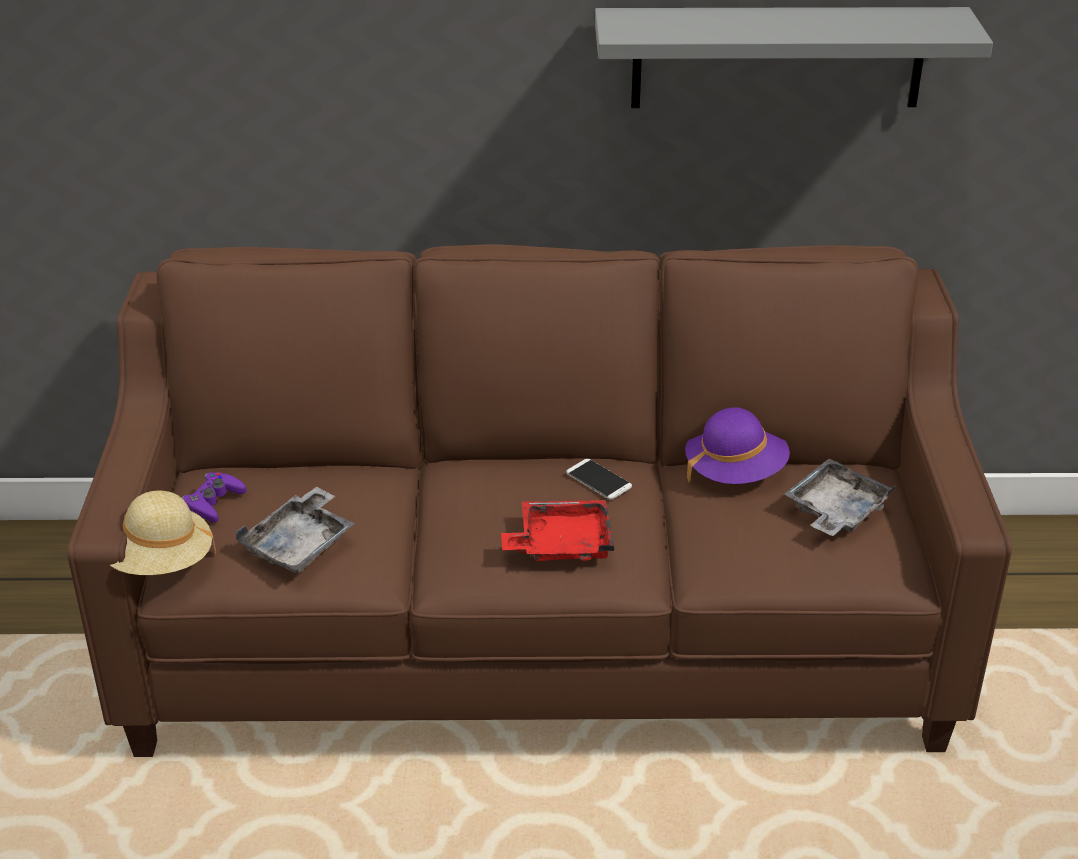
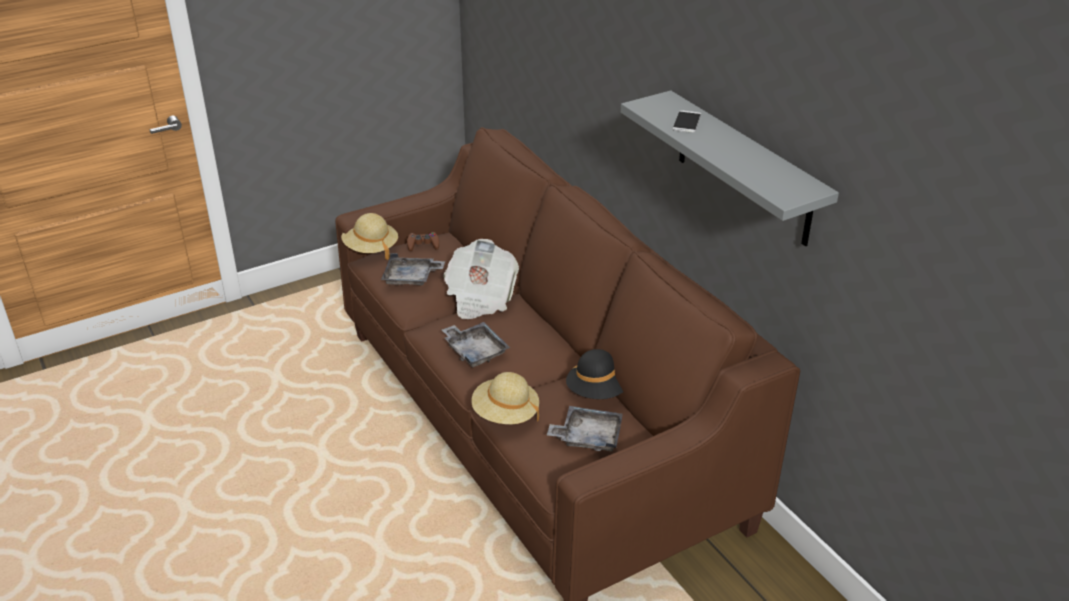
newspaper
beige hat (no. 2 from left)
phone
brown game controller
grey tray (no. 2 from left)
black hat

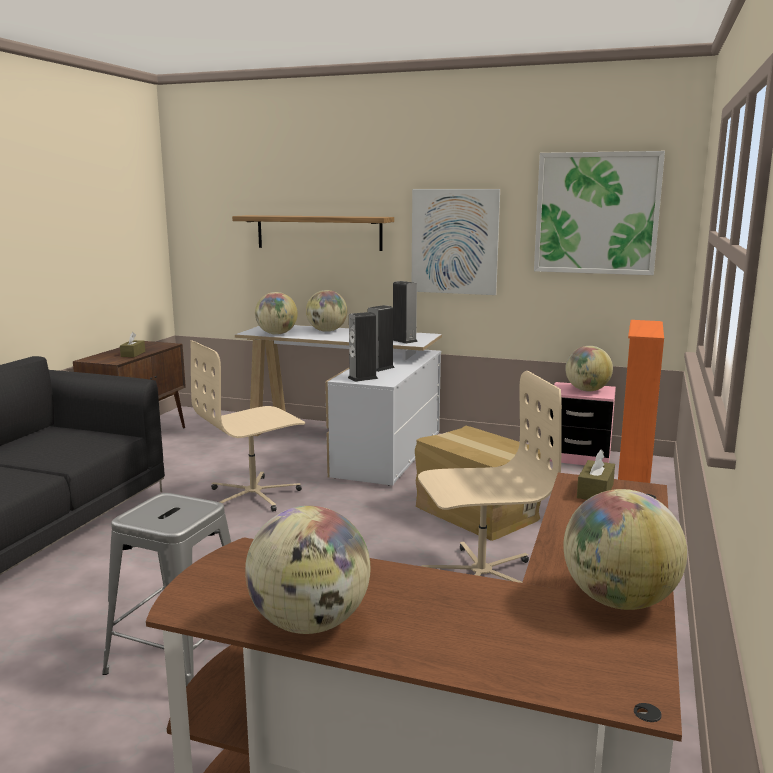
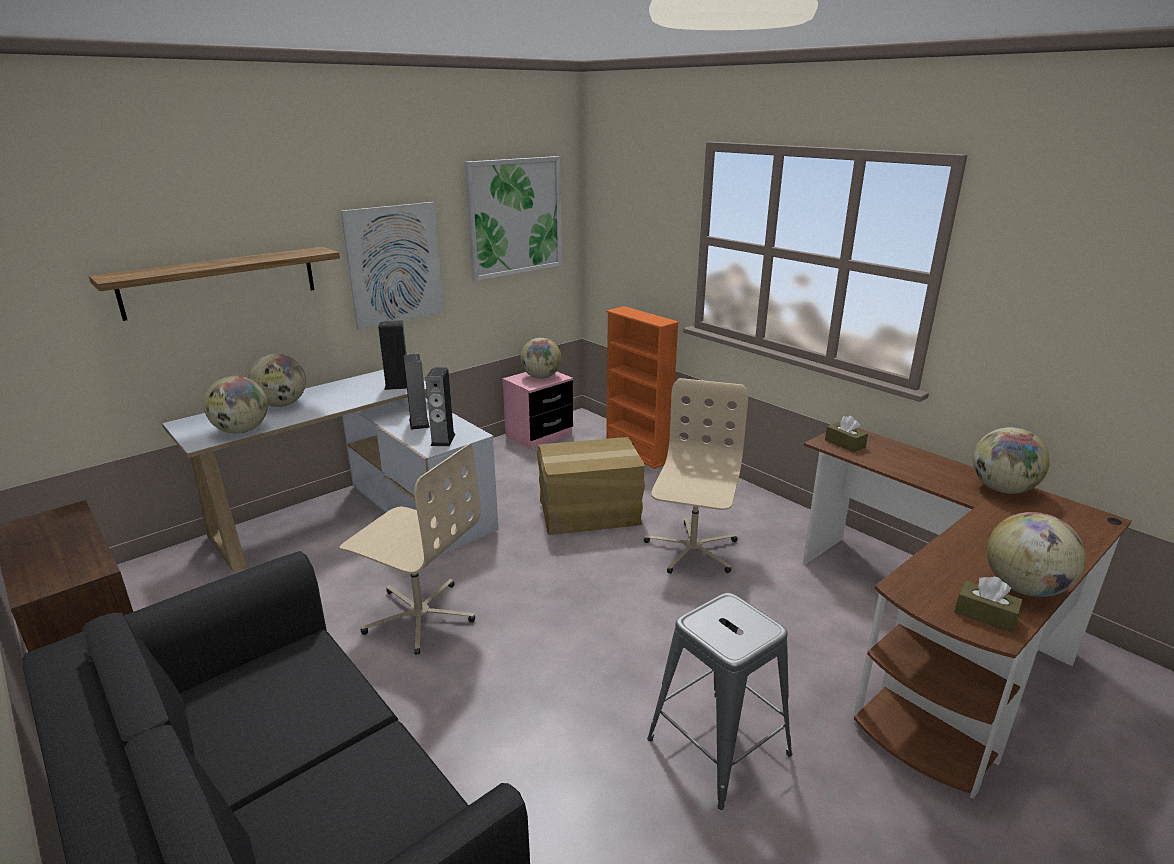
brown tissue box (no. 2 from left)
beige office chair (no. 1 from left)

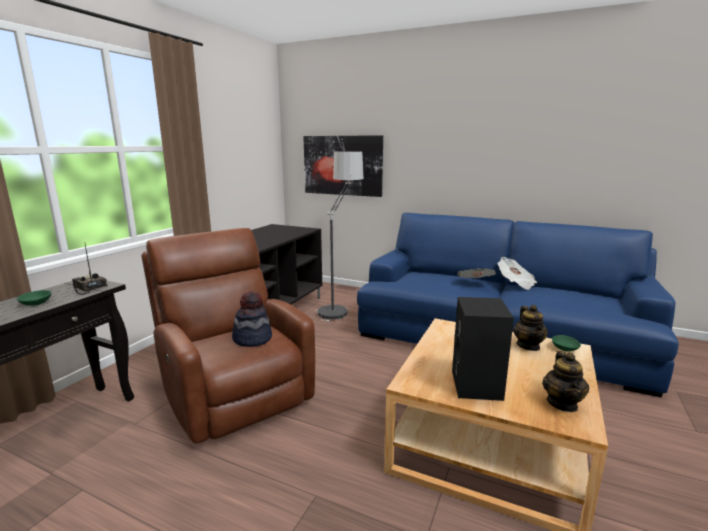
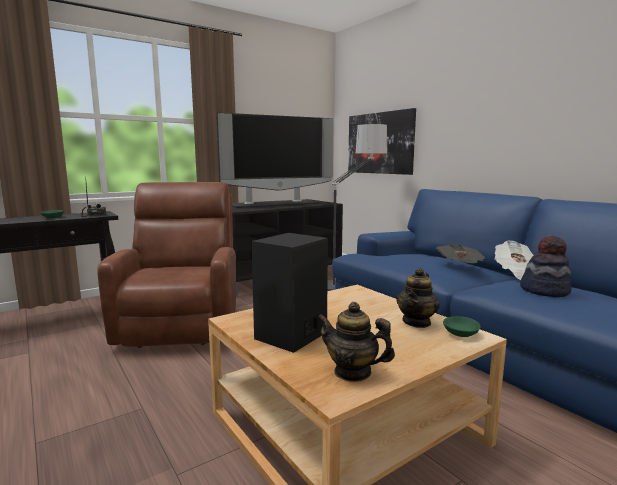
television
hat
teapot (no. 1 from left)

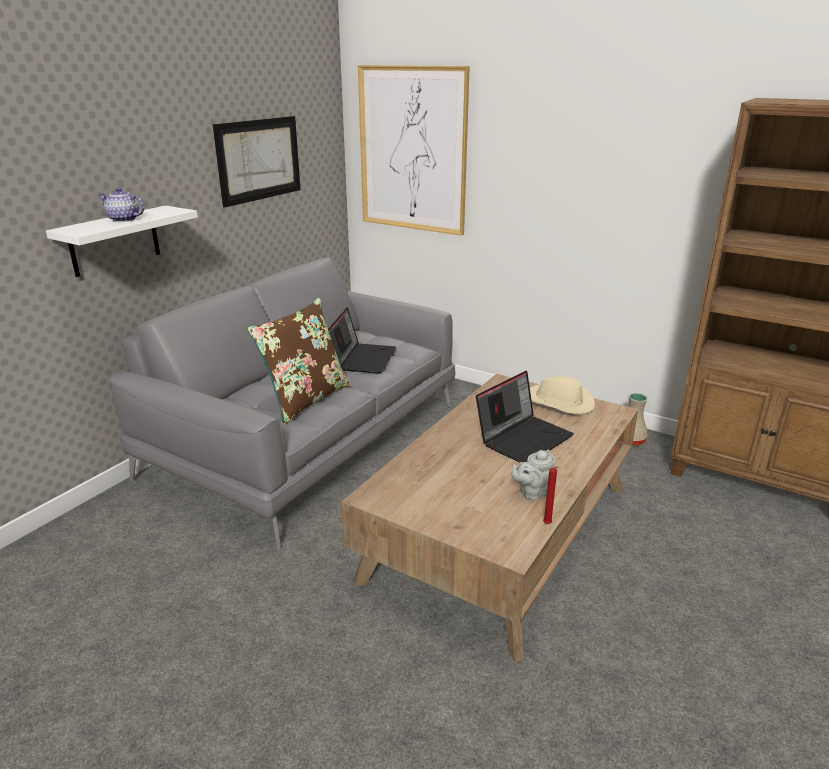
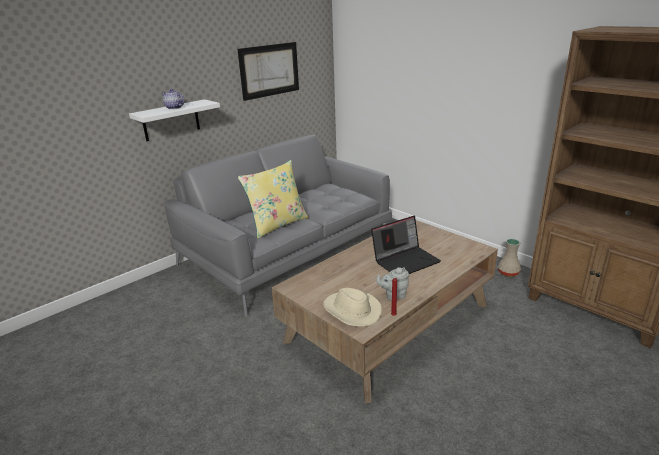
laptop (no. 1 from left in the first image)
picture (no. 2 from left in the first image)
beige hat
yellow pillow

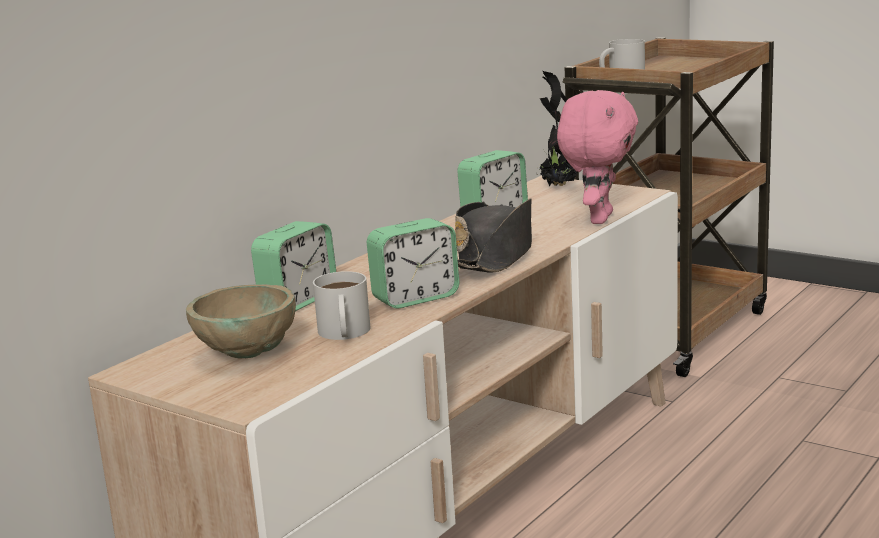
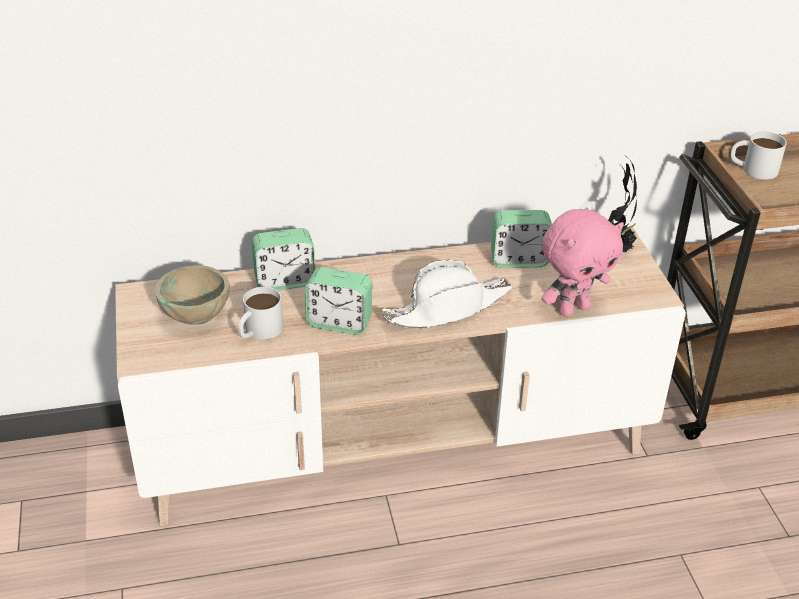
white hat

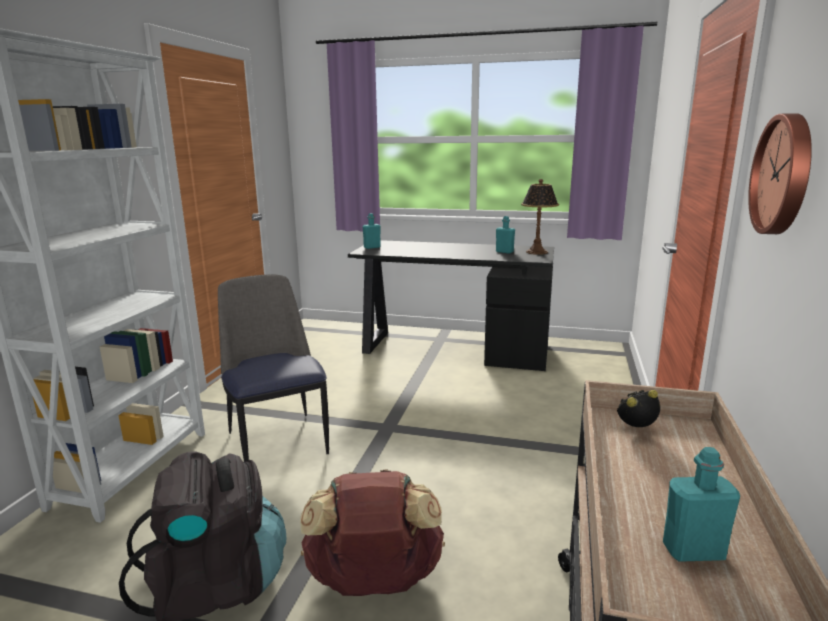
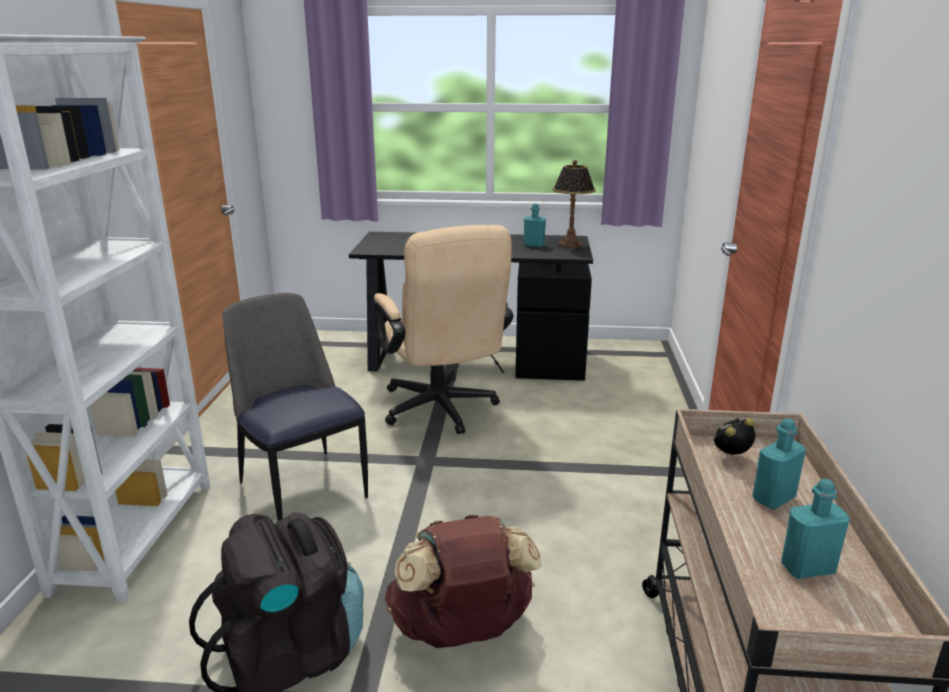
wall clock
beige office chair
turquoise bottle (no. 2 from left)

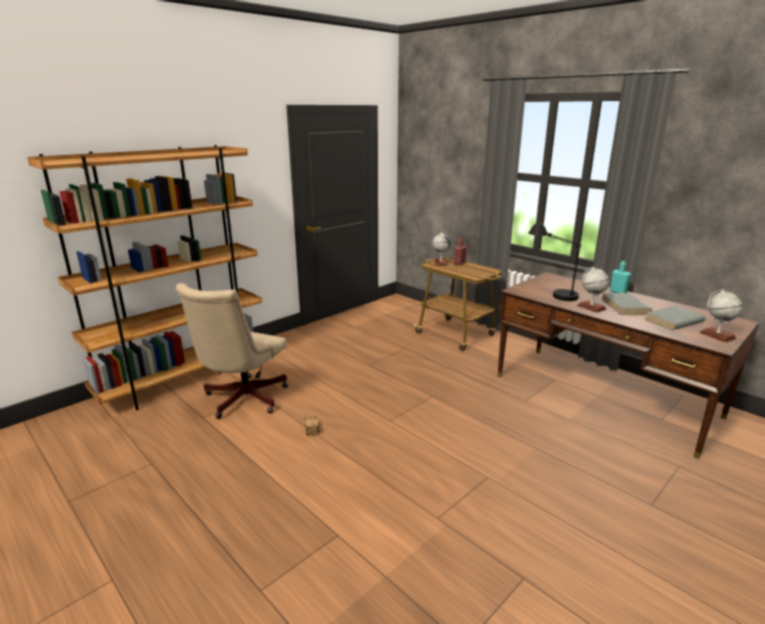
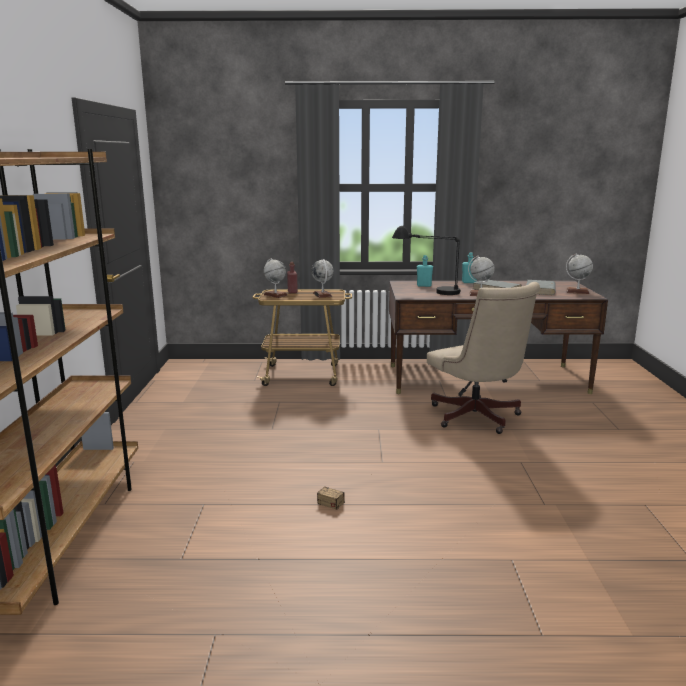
globe (no. 2 from left)
turquoise bottle (no. 1 from left)
beige office chair

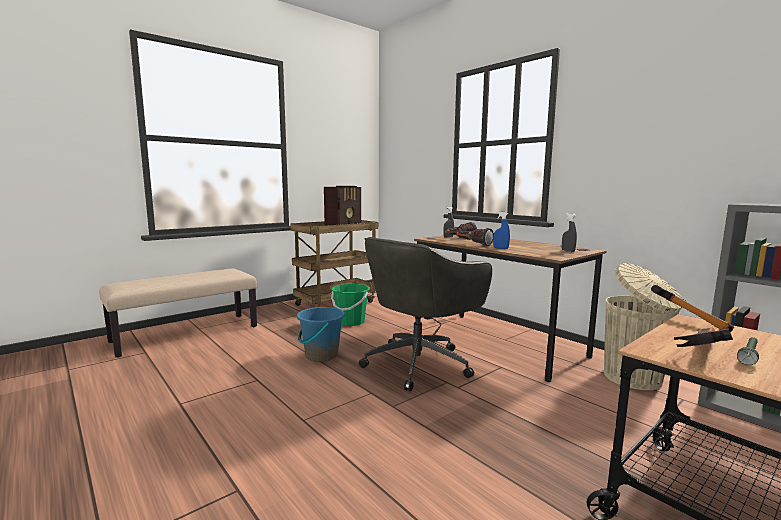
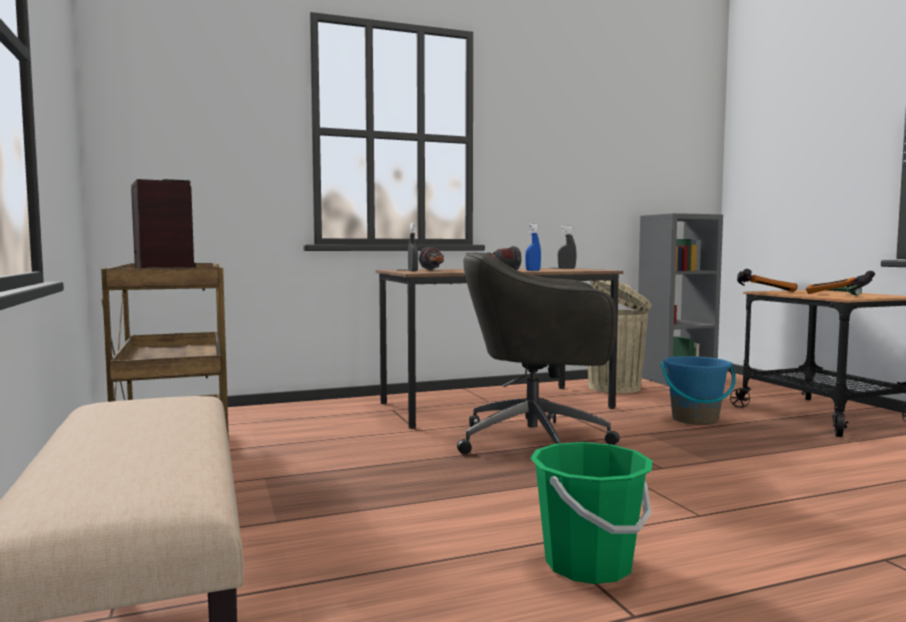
blue bucket
green bucket
grey office chair

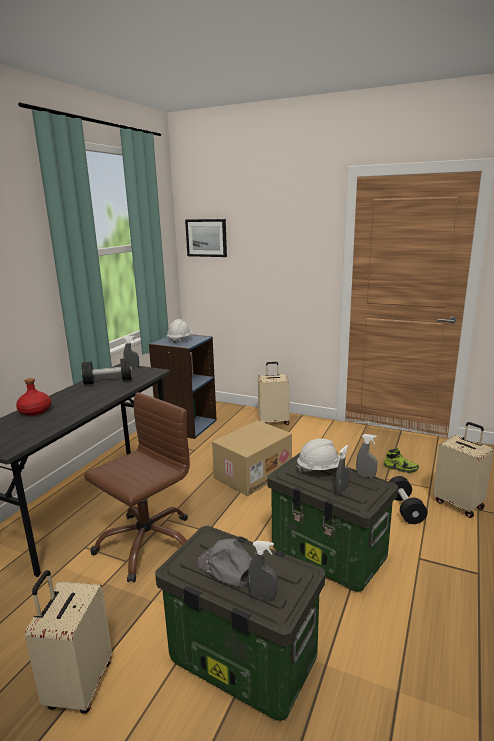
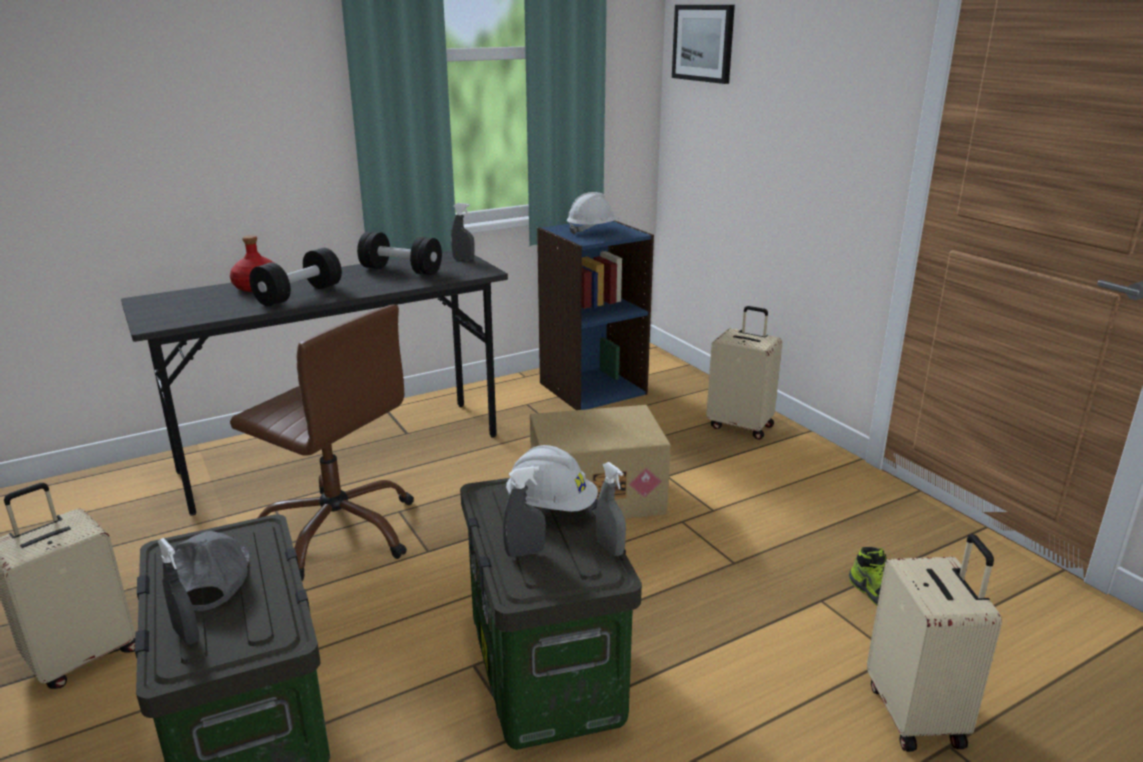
black dumbbell (no. 1 from left)
brown office chair

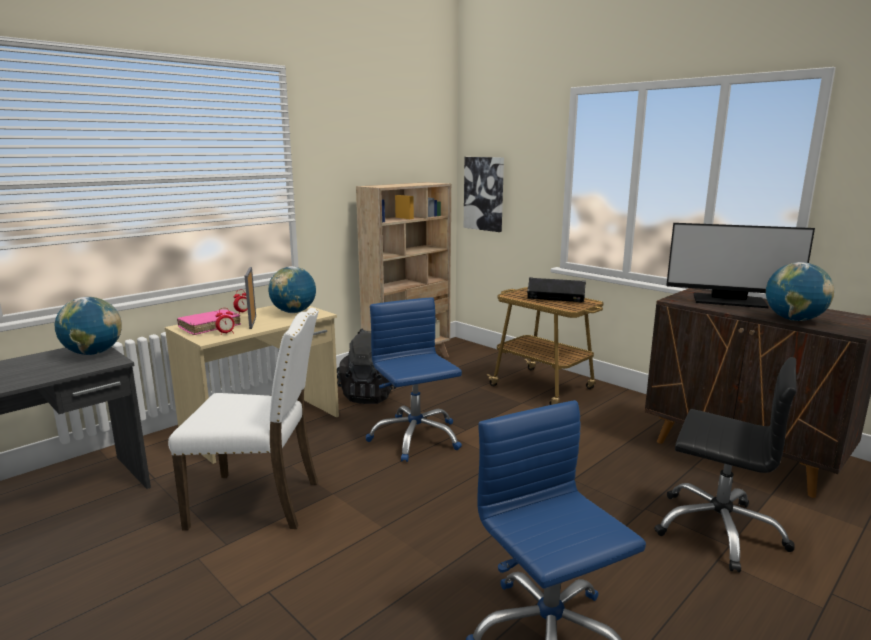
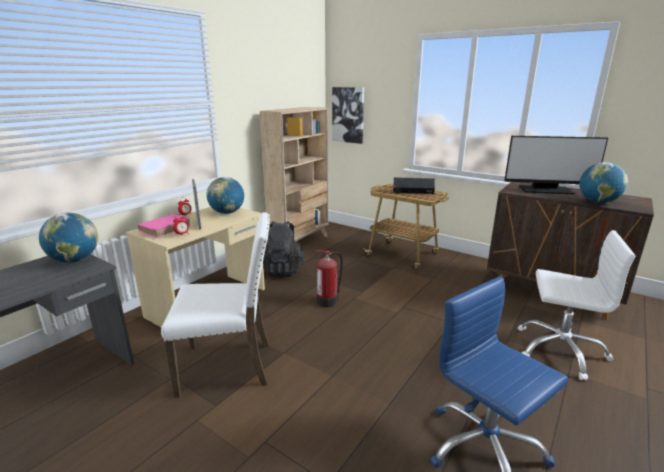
fire extinguisher
white office chair

